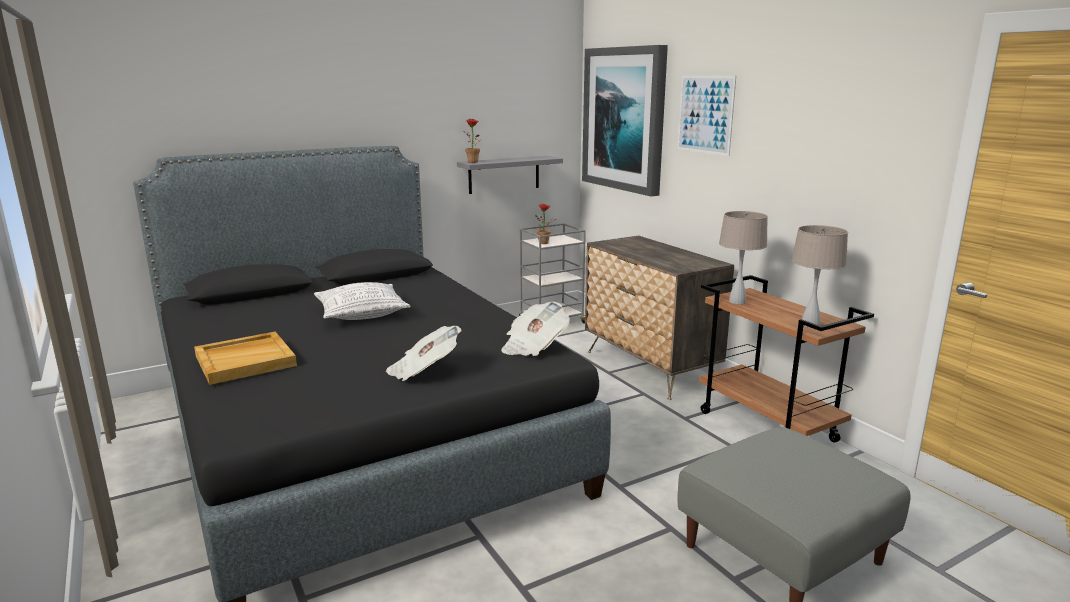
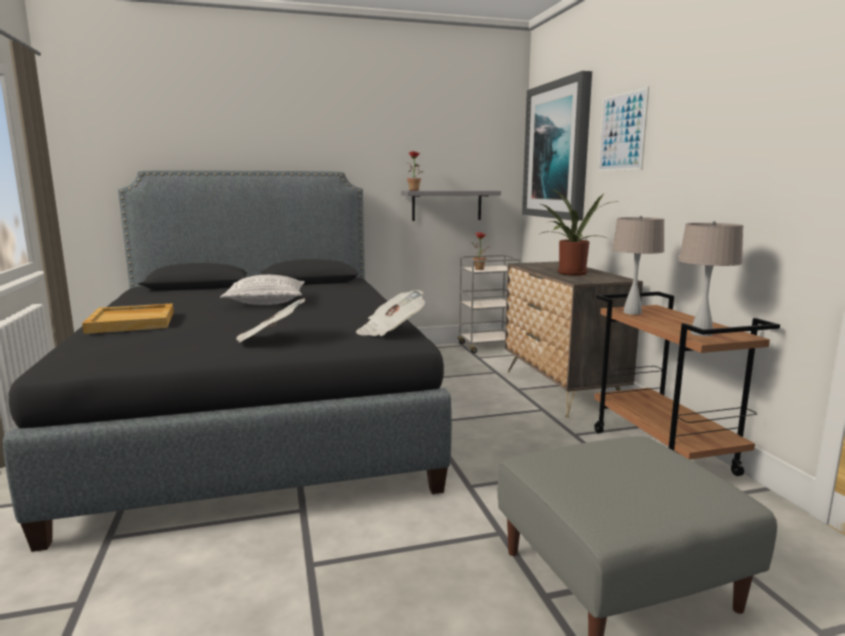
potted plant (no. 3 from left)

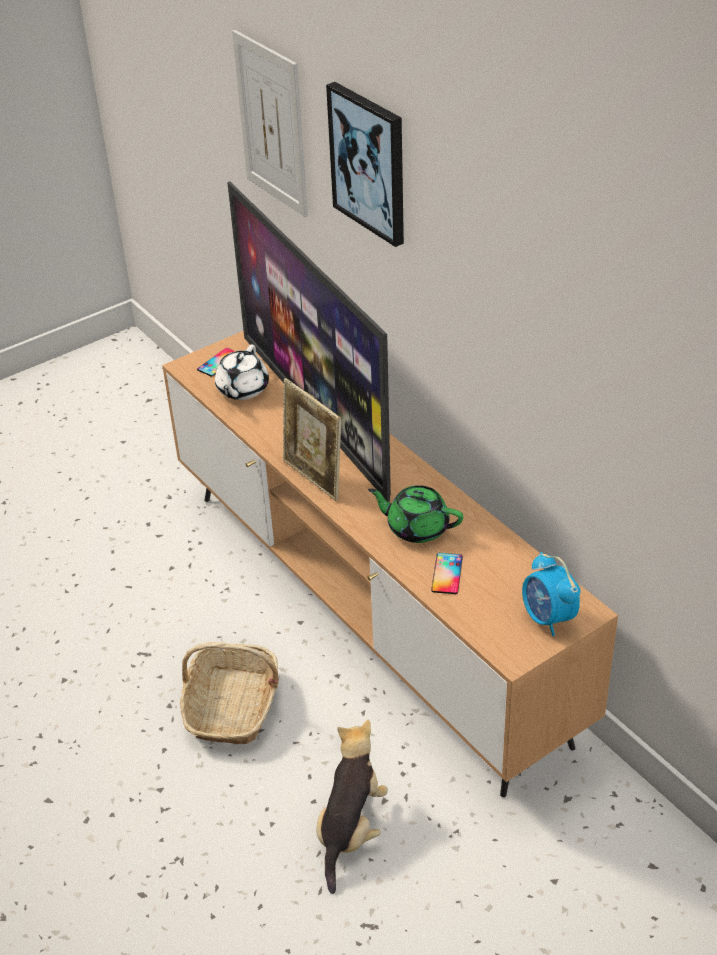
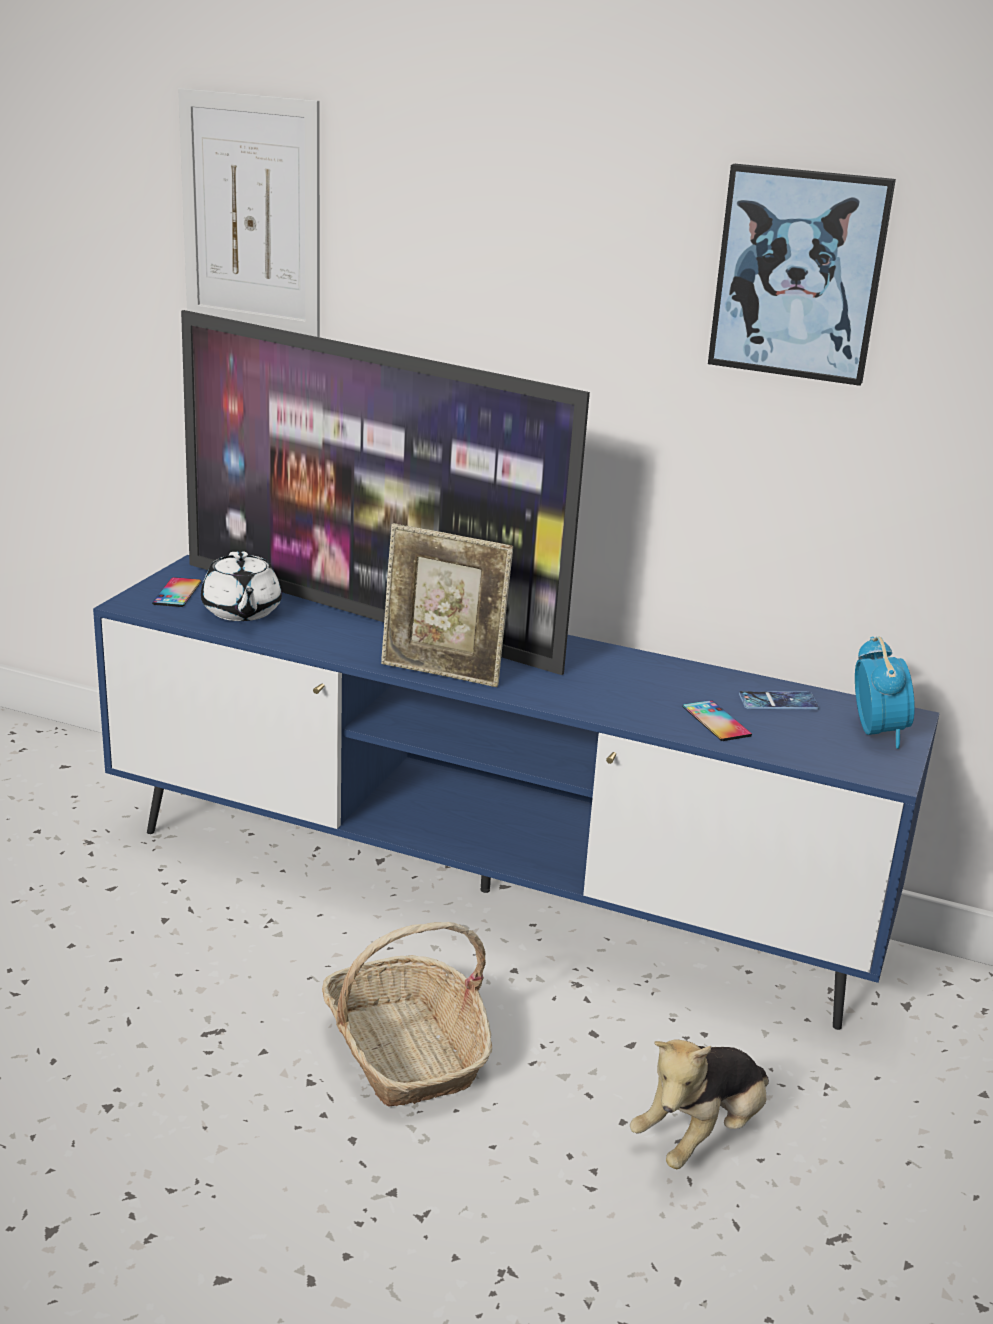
green teapot
phone (no. 3 from left)
picture (no. 2 from left)
blue tv stand
plush toy
alarm clock

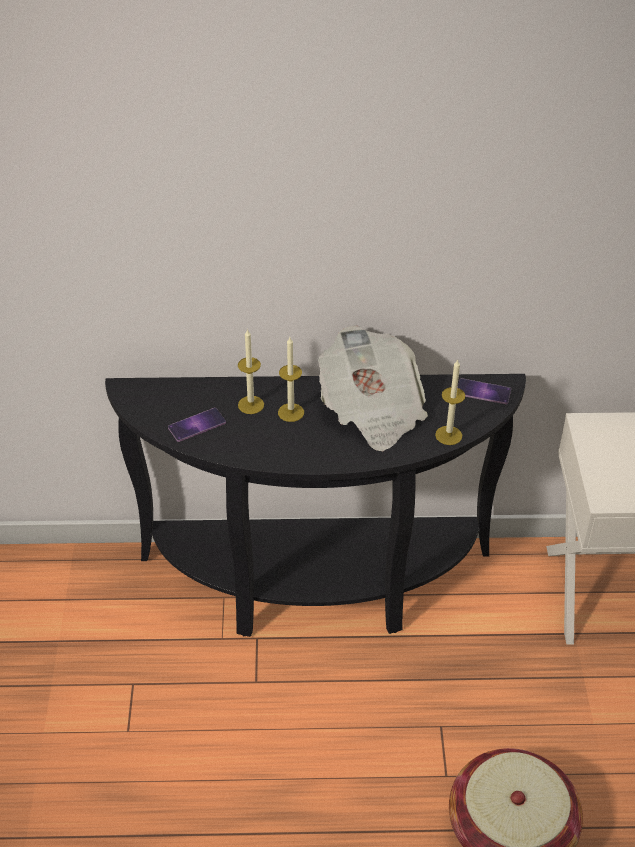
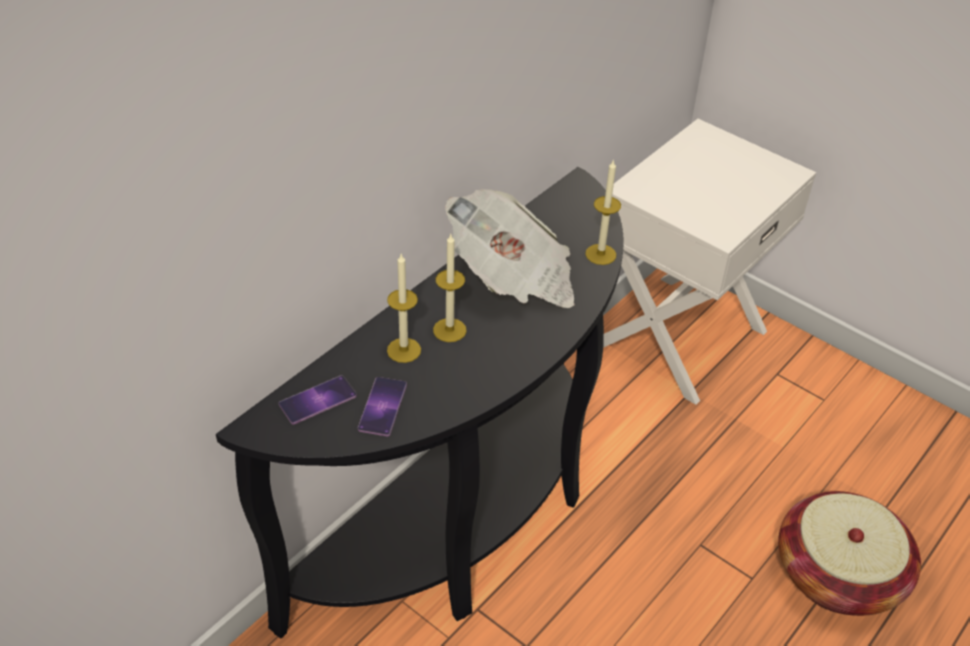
phone (no. 1 from left)

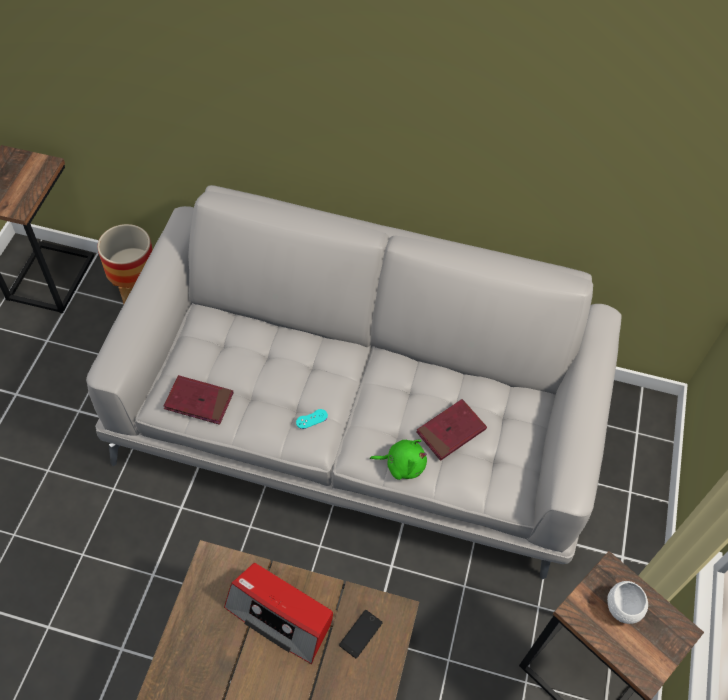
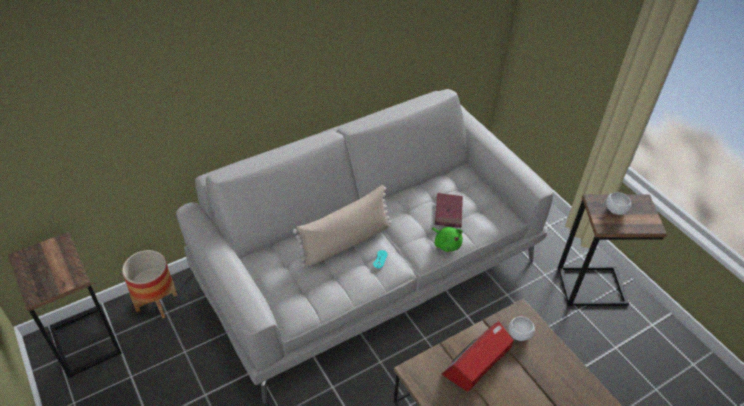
red book (no. 1 from left in the first image)
beige pillow
white bowl (no. 1 from left)
radio
green plush toy

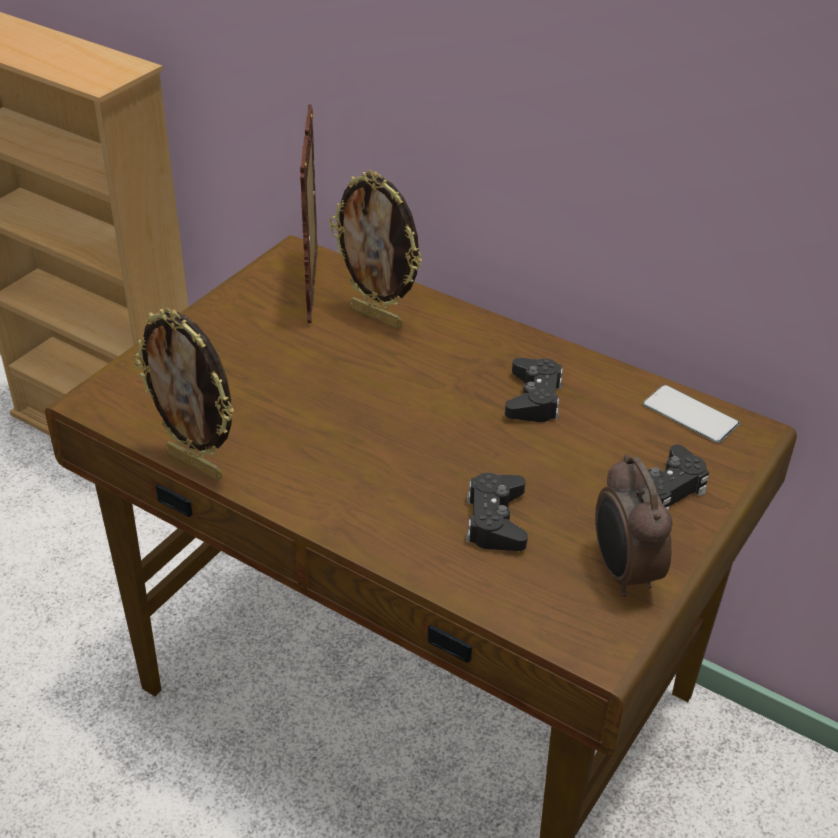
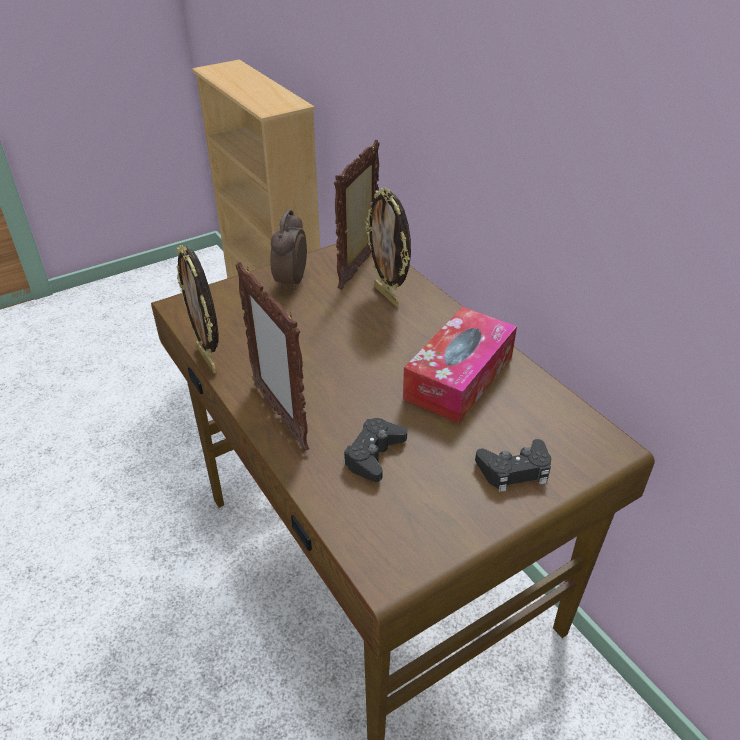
phone
picture frame (no. 2 from left)
alarm clock
tissue box

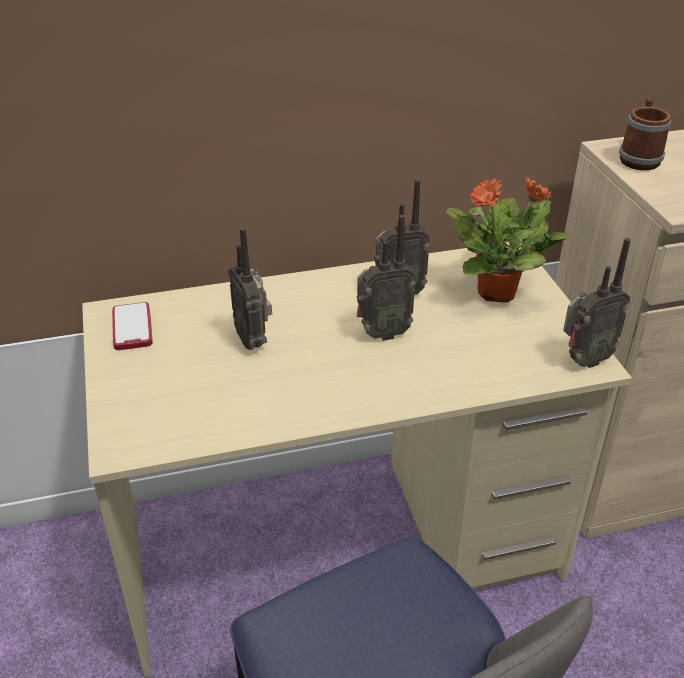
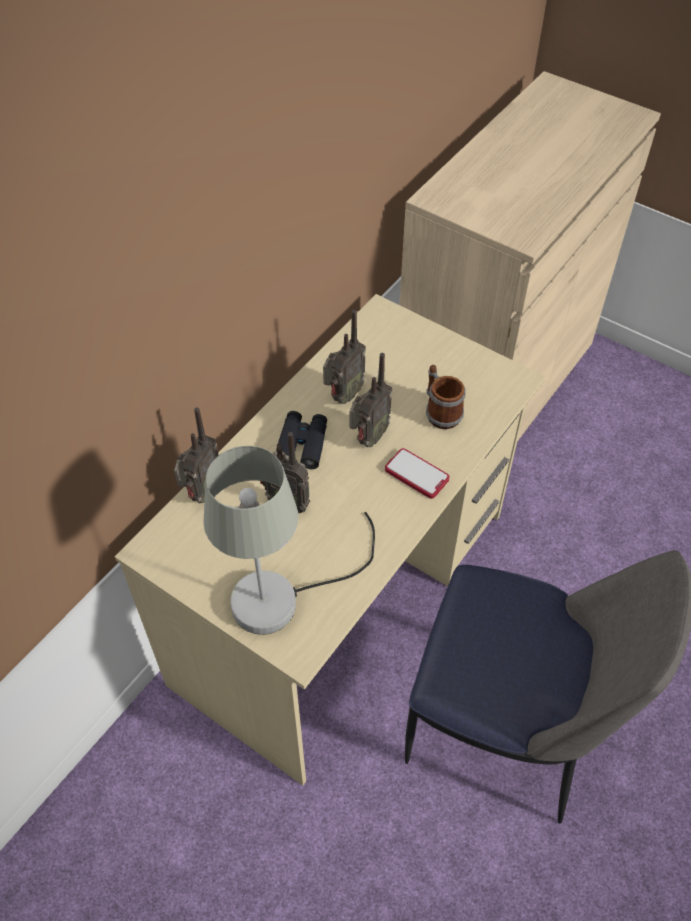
potted plant
grey table lamp
black binoculars
phone
radio (no. 1 from left)
mug

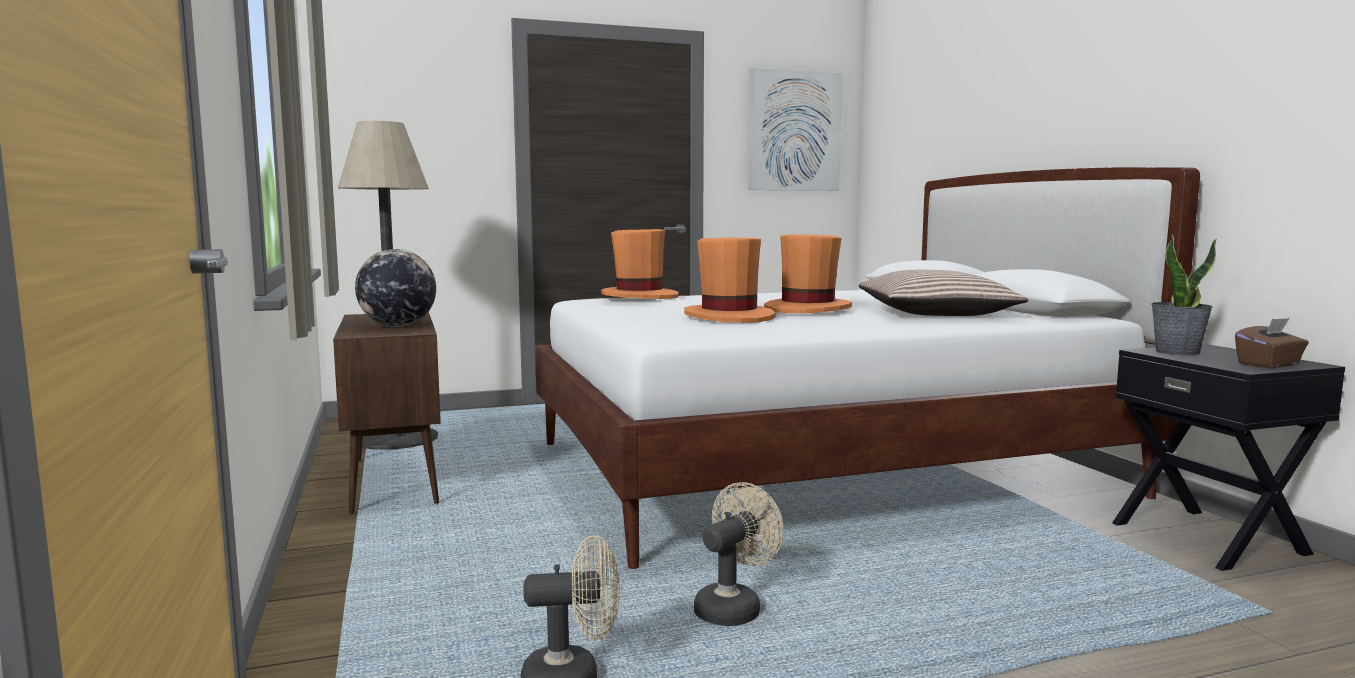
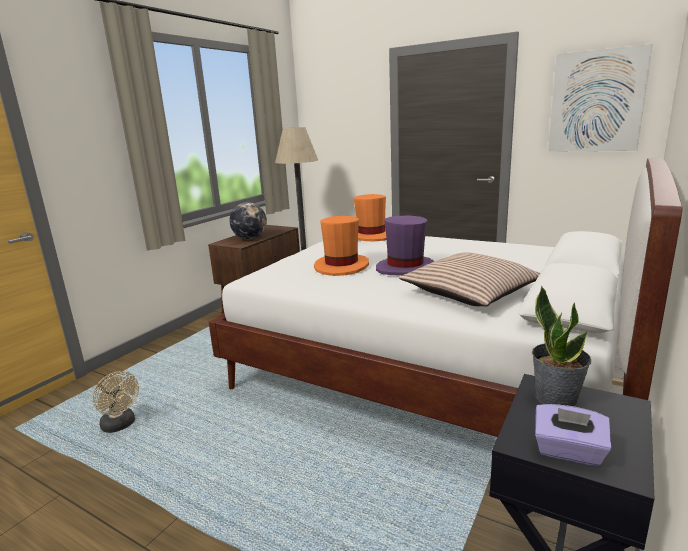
beige fan (no. 2 from left in the first image)
purple hat
purple tissue box

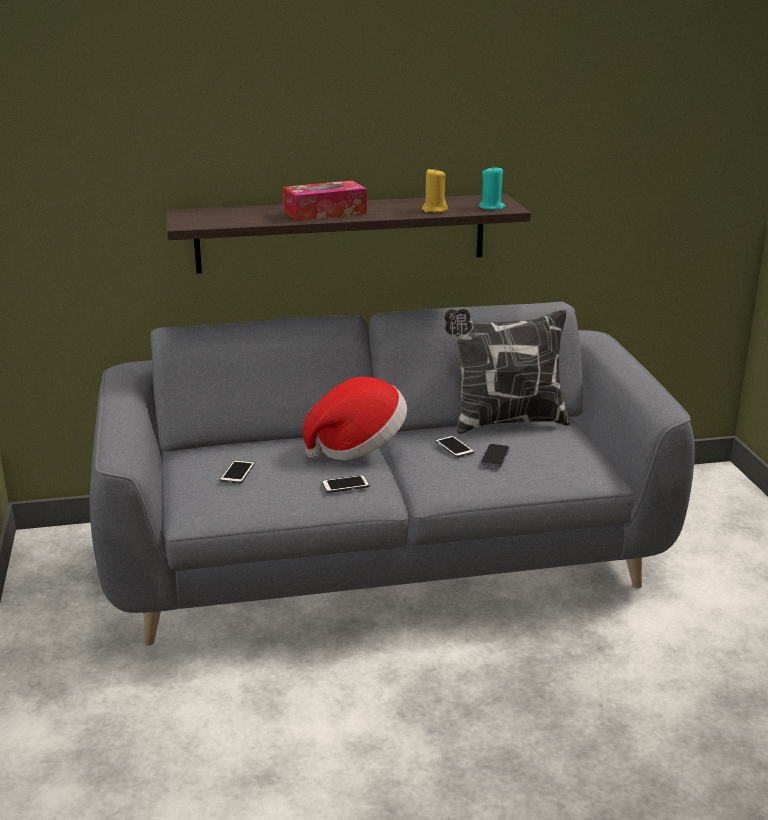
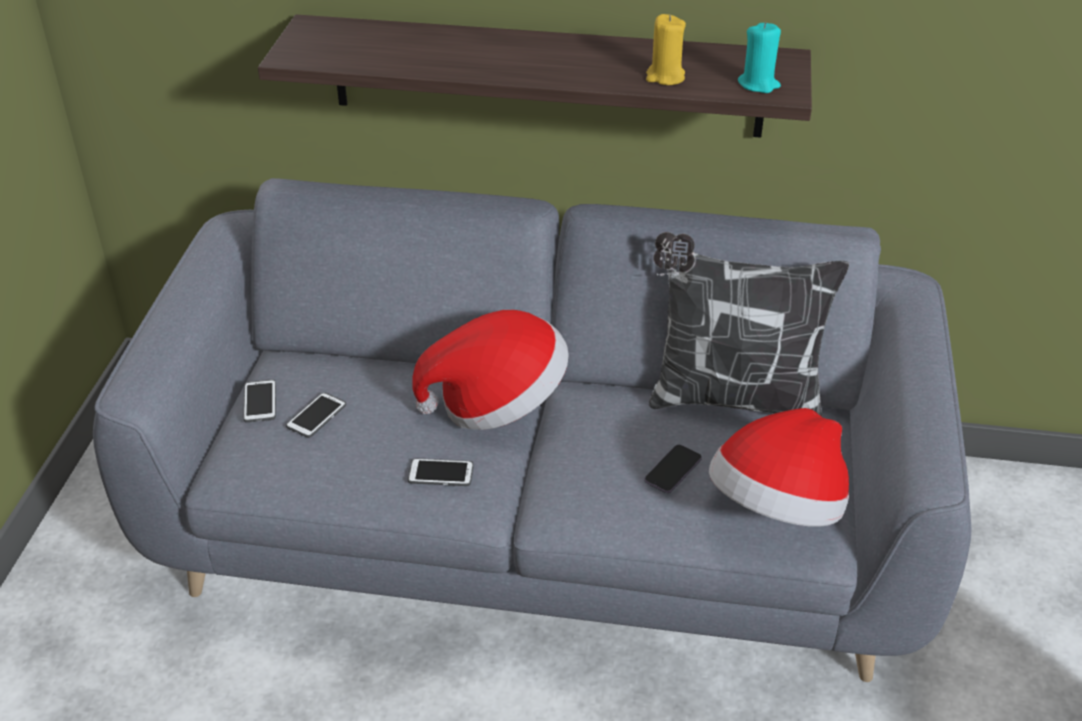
tissue box
hat (no. 2 from left)
phone (no. 1 from left)

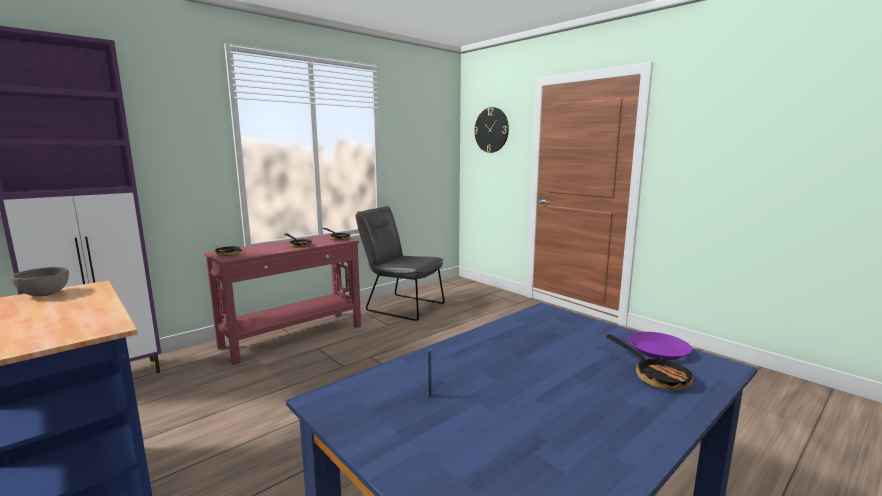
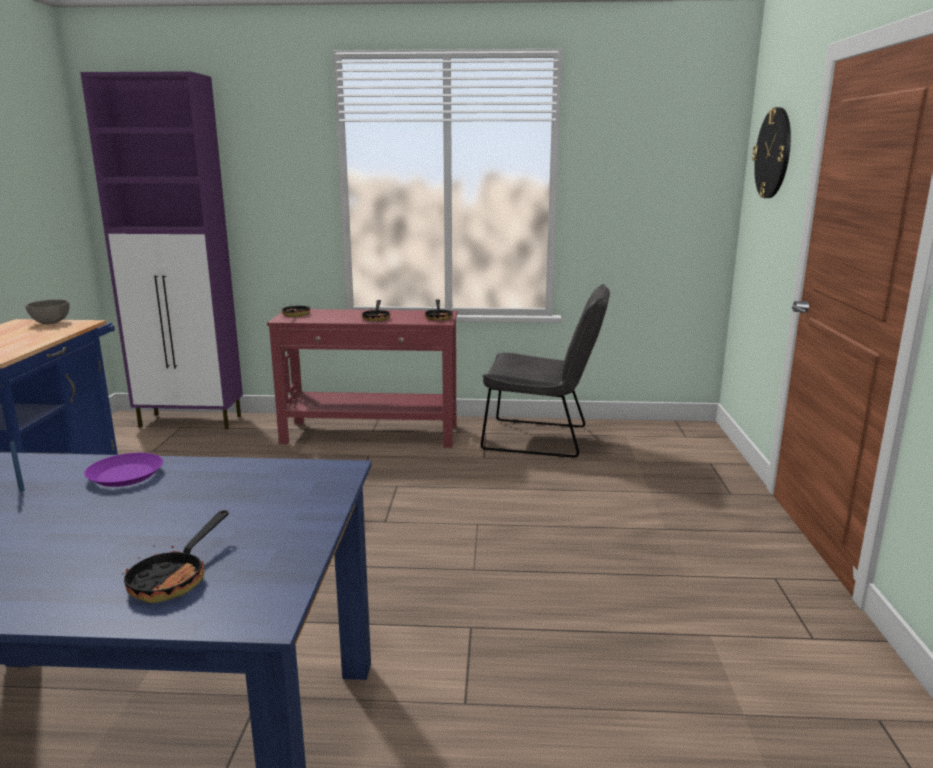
purple plate
grey chair

